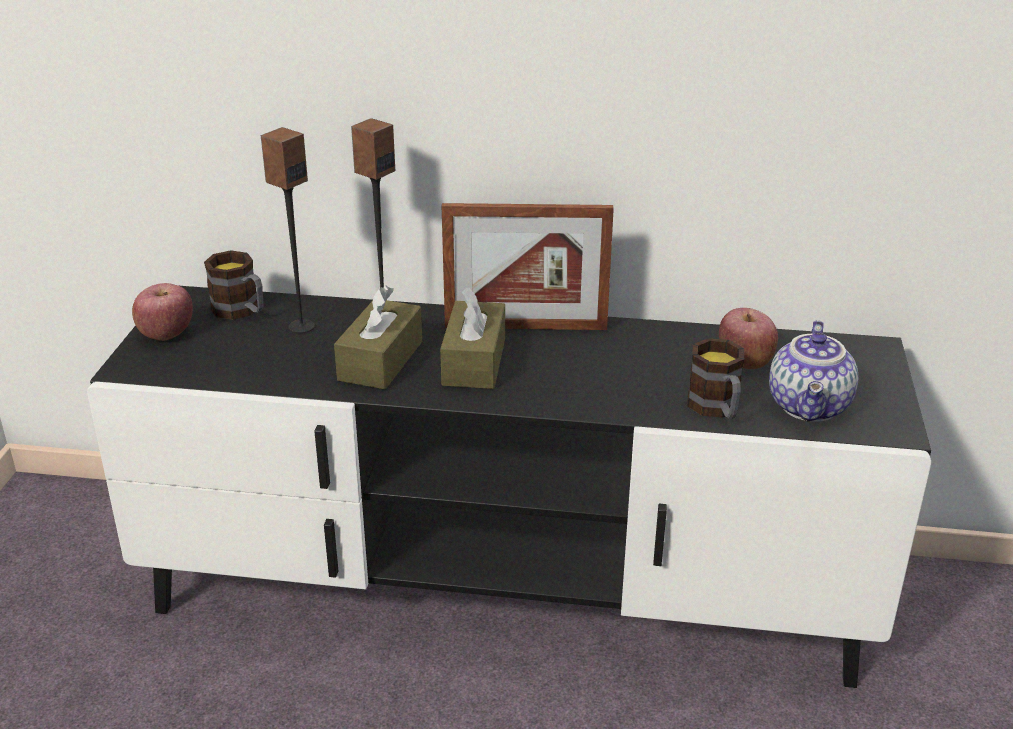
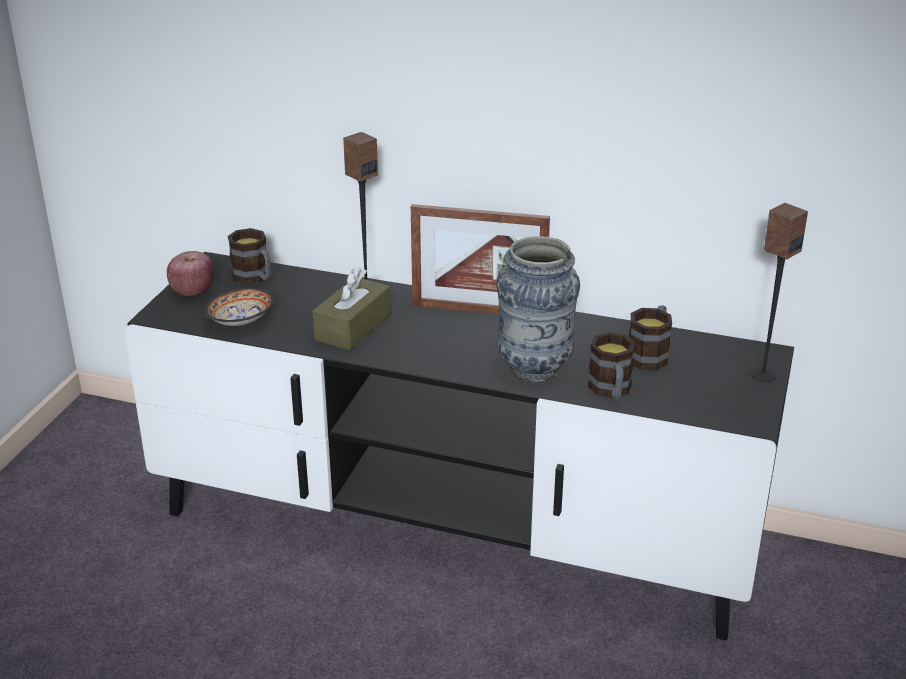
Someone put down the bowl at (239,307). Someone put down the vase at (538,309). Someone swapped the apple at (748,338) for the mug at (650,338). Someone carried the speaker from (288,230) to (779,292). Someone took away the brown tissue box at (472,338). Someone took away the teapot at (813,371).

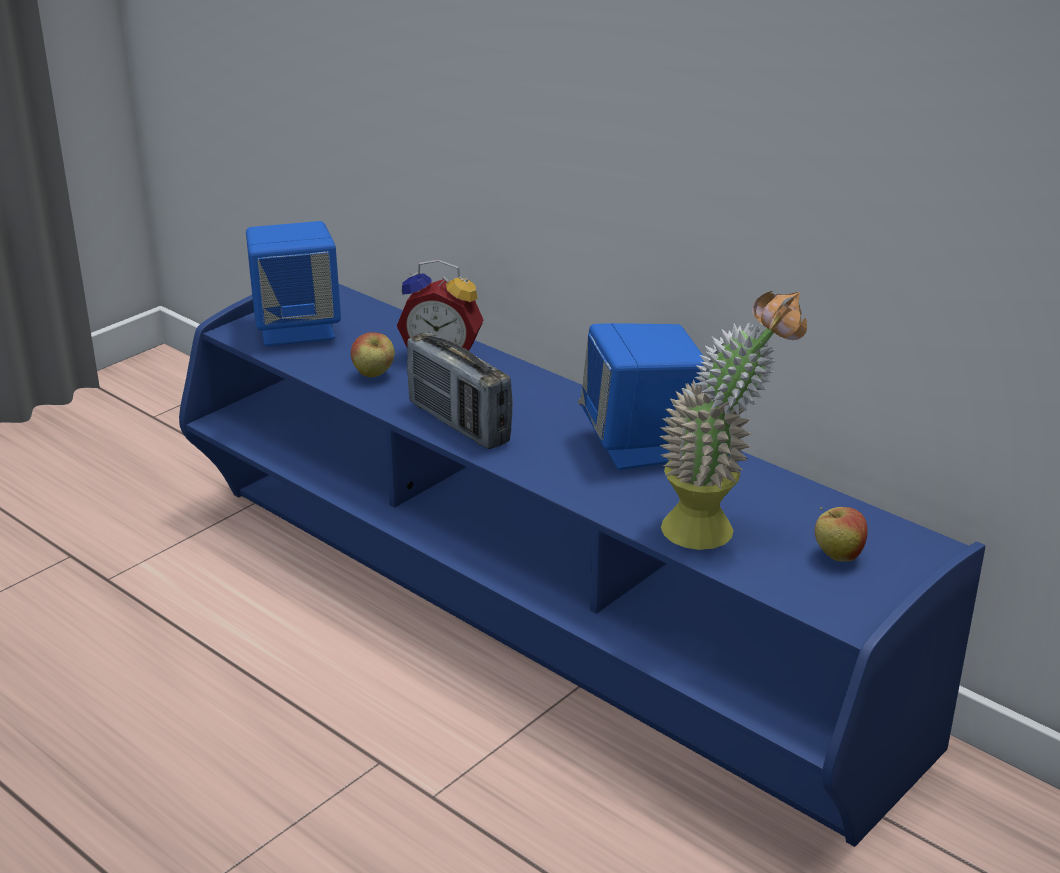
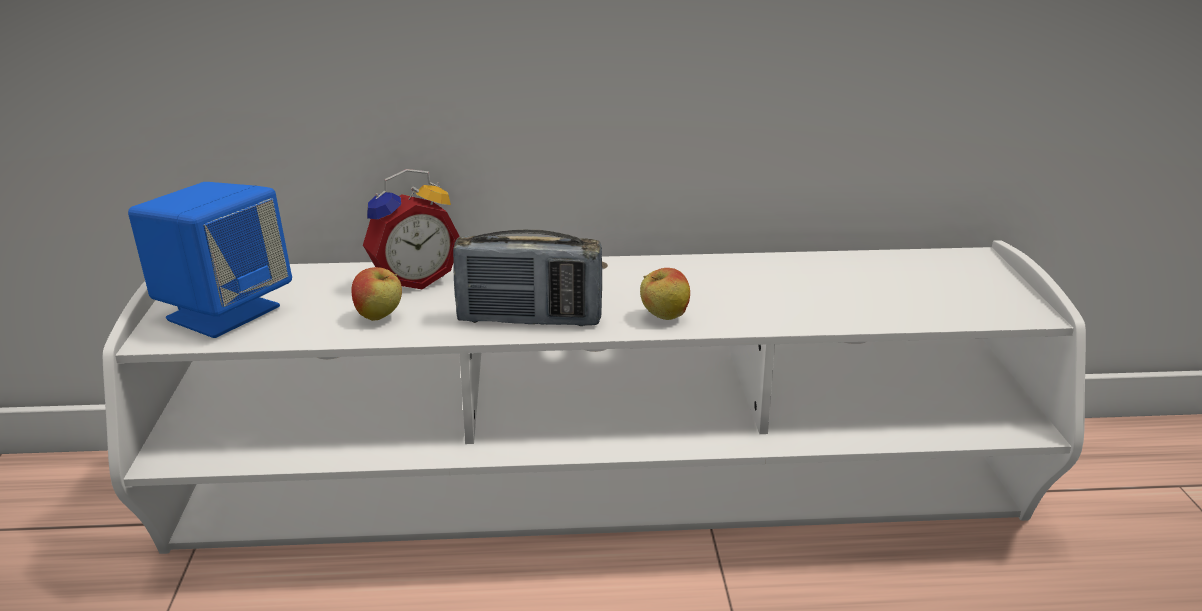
Someone repainted the blue tv stand at (582,565), which became the white tv stand at (594,397). Someone carried the apple from (841,534) to (665,294). Someone took away the blue speaker at (644,396). Someone took away the potted plant at (733,420).

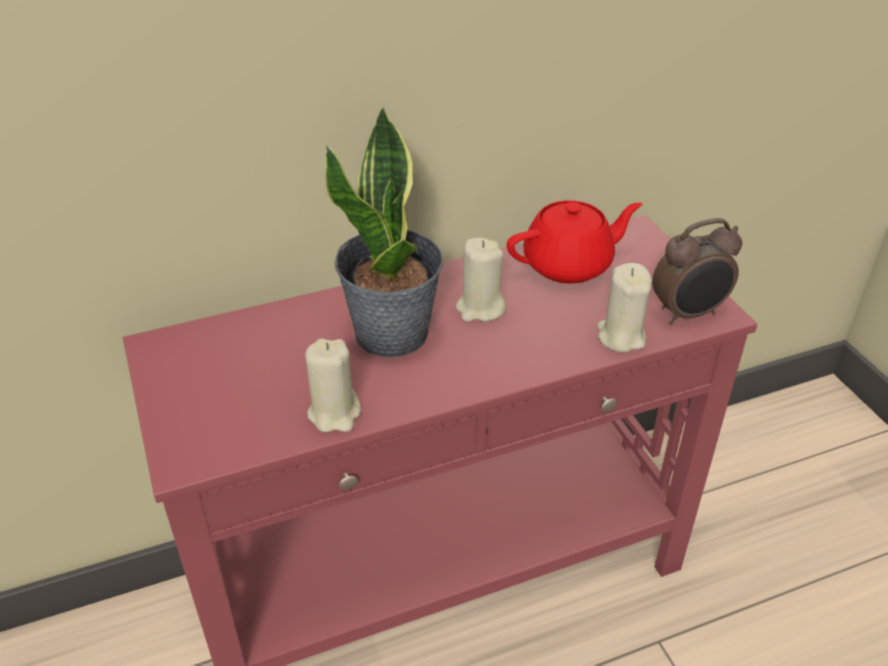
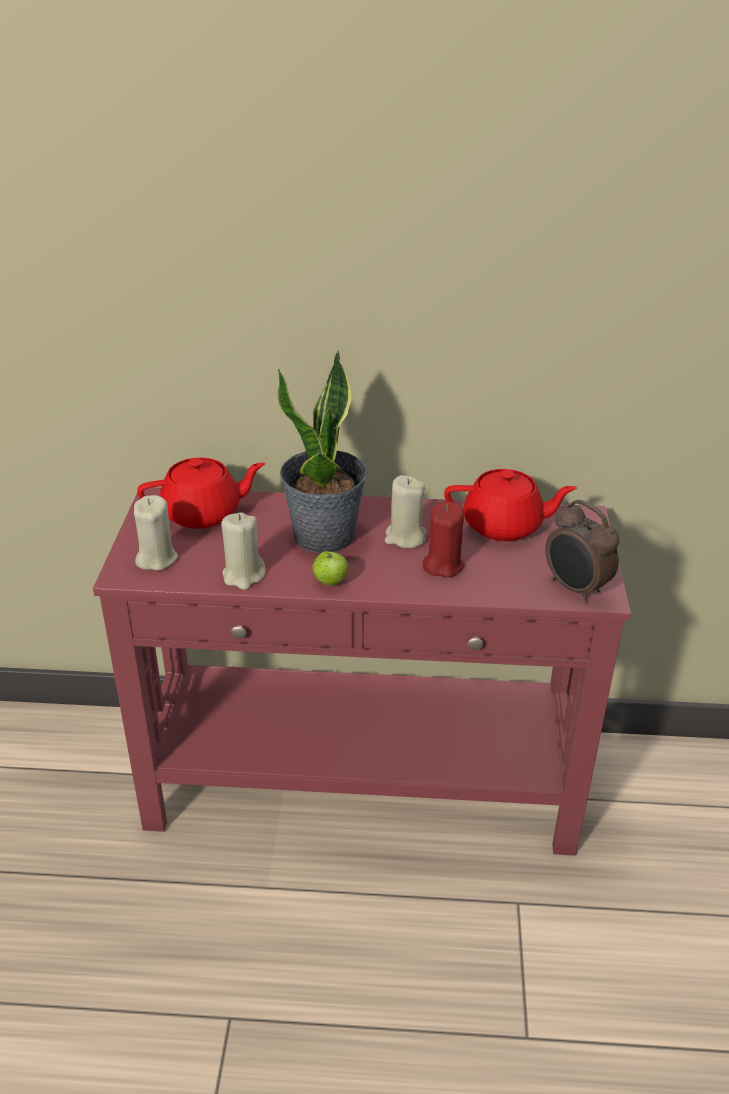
Someone carried the beige candle from (624,307) to (156,533). Someone put down the red teapot at (201,493). Someone put down the apple at (330,568). Someone put down the red candle at (443,540). Someone rotated the alarm clock at (697,271) by 45 degrees clockwise.

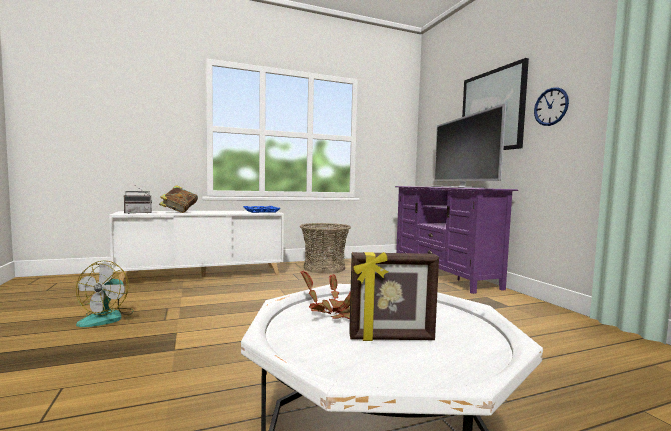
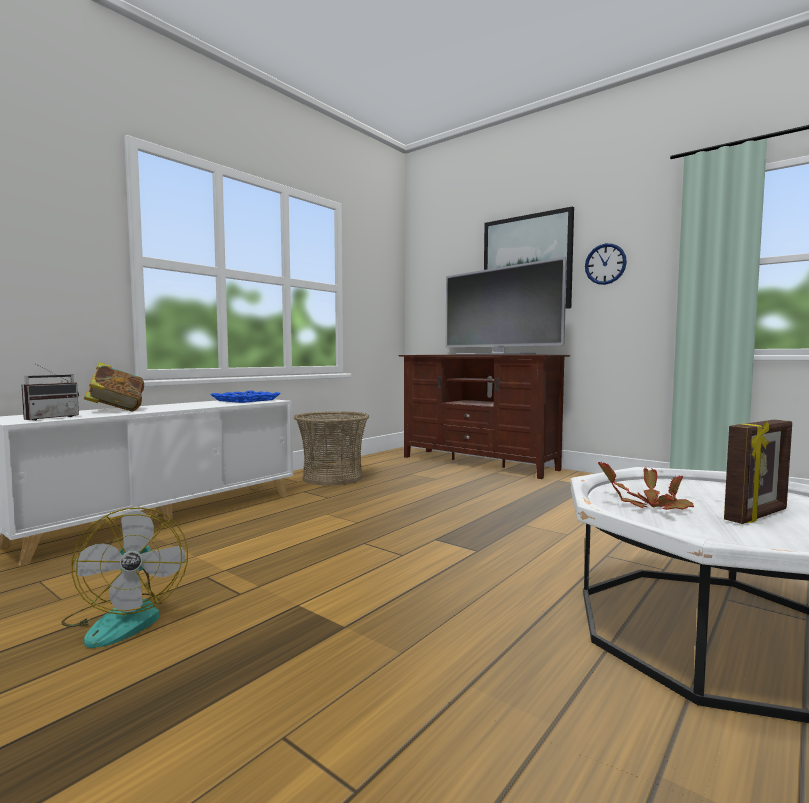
Someone repainted the purple tv stand at (456,240), which became the brown tv stand at (484,417).

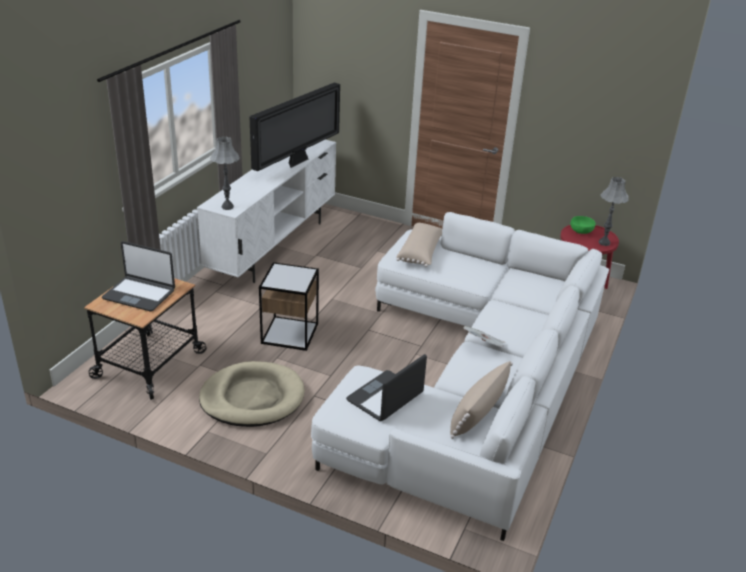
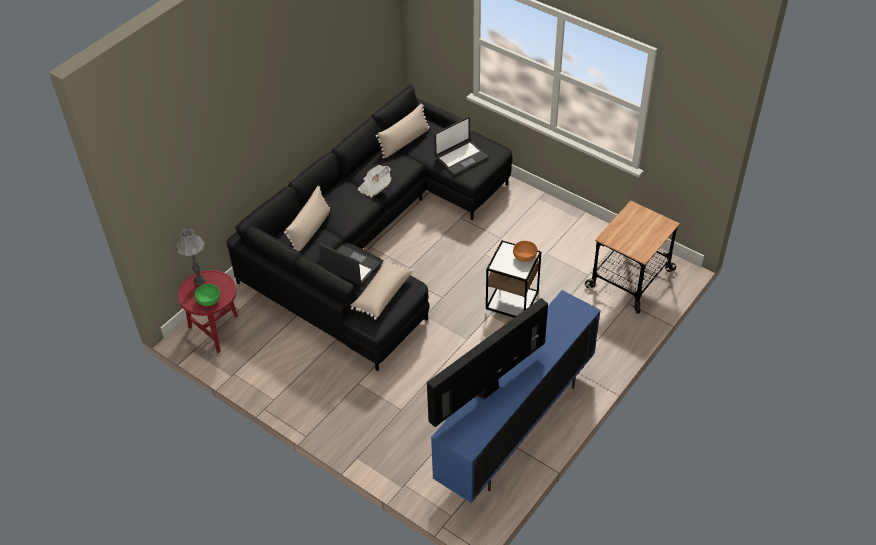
Someone repainted the white sofa at (460,376), which became the black sofa at (369,228). Someone put down the beige pillow at (307,219). Someone carried the laptop from (138,276) to (349,264). Someone repainted the white tv stand at (266,211), which became the blue tv stand at (516,396). Someone put down the orange bowl at (525,251). Someone took away the beige dog bed at (252,394). Someone took away the grey table lamp at (225,173).

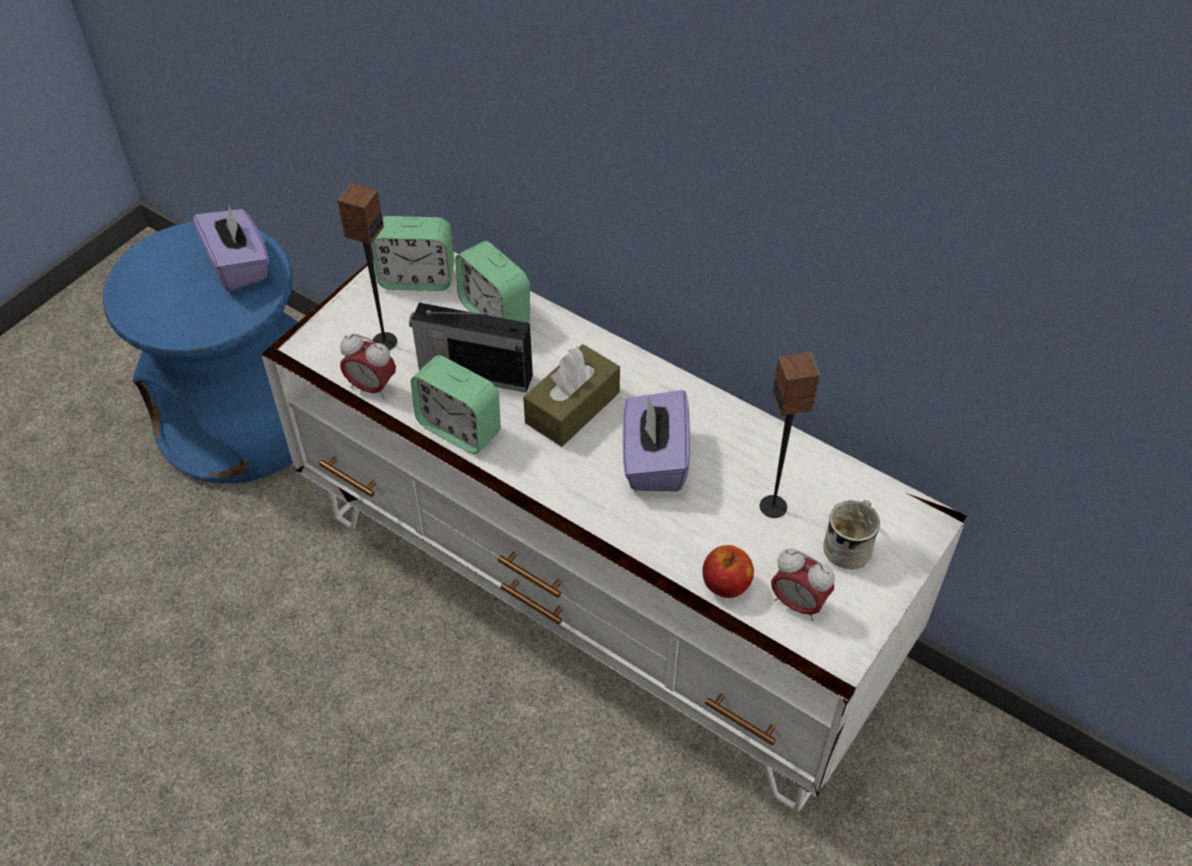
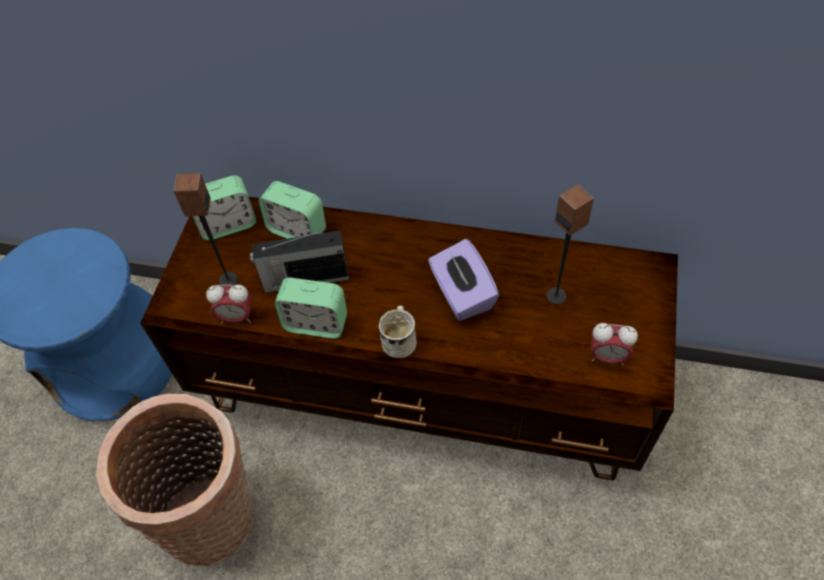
Someone put down the basket at (174,480). Someone repainted the white tv stand at (614,531), which became the brown tv stand at (409,339). Someone carried the white mug from (851,534) to (397,332). Someone took away the purple tissue box at (231,248). Someone took away the brown tissue box at (571,395). Someone took away the apple at (728,571).

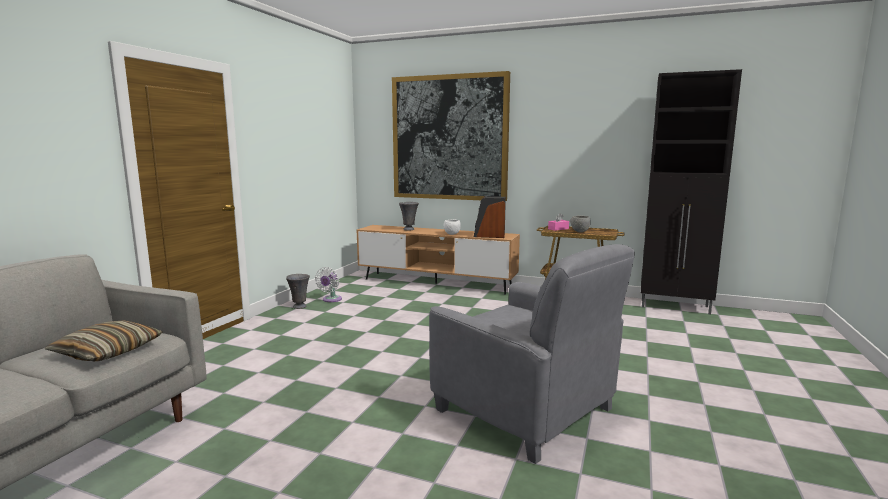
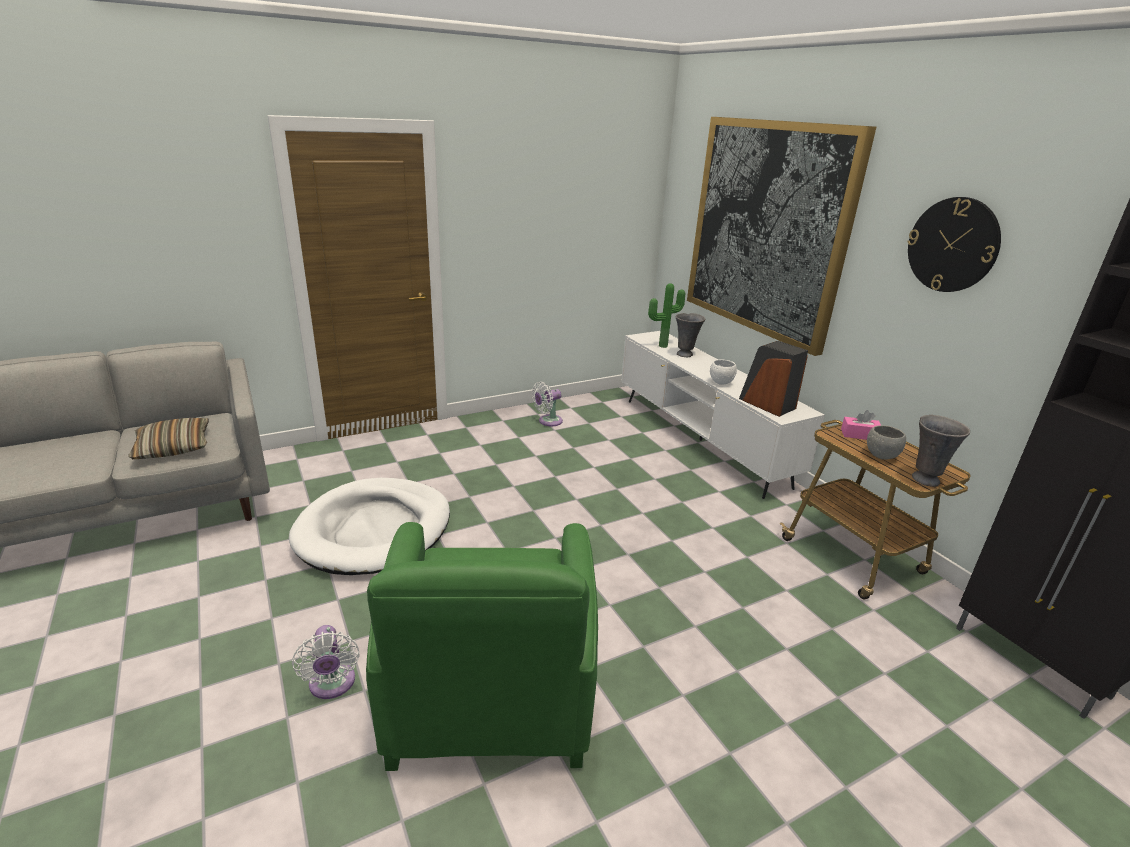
Someone put down the white dog bed at (369,526). Someone put down the white fan at (326,662). Someone repainted the grey armchair at (532,354), which became the green armchair at (482,646). Someone repainted the brown tv stand at (438,260), which became the white tv stand at (723,415). Someone put down the potted plant at (666,315). Someone put up the wall clock at (954,244). Someone carried the grey vase from (298,291) to (941,451).

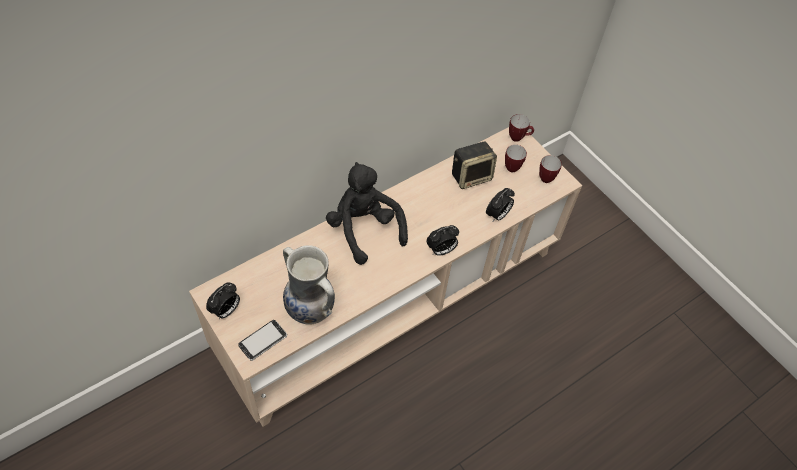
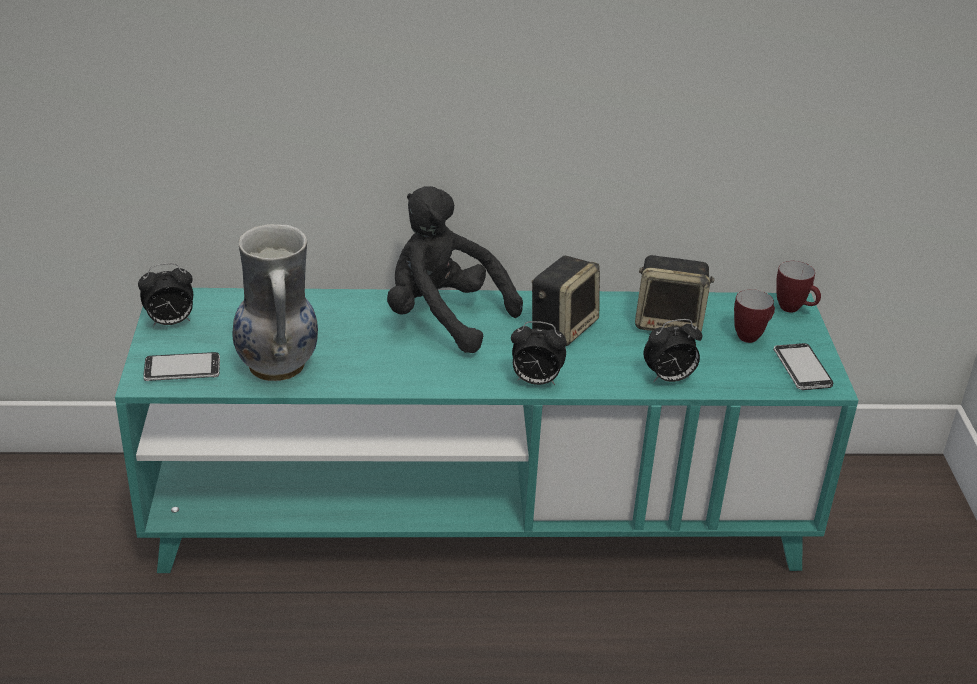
Someone repainted the beige tv stand at (385,277), which became the turquoise tv stand at (487,430). Someone rotated the black plush toy at (367,213) by 60 degrees counterclockwise. Someone put down the speaker at (566,301). Someone swapped the mug at (550,169) for the phone at (803,366).

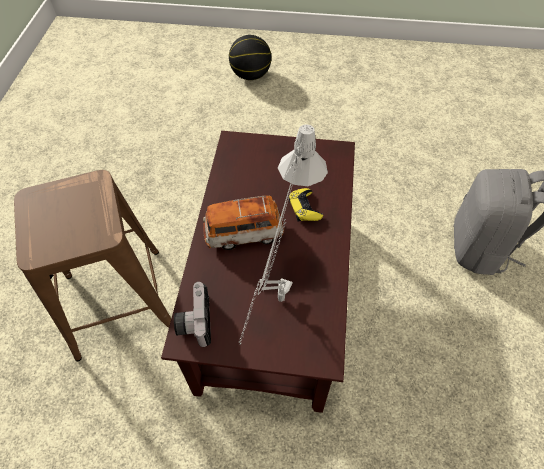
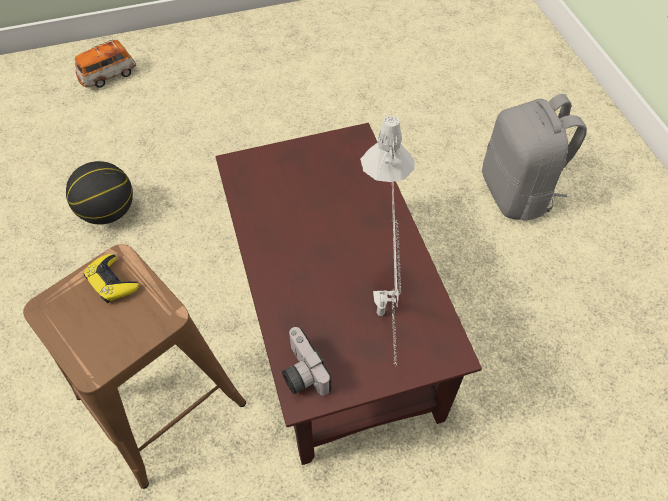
Someone carried the basketball from (250,57) to (99,193). Someone carried the toy car from (243,223) to (105,63). Someone carried the yellow game controller from (305,205) to (111,278).

